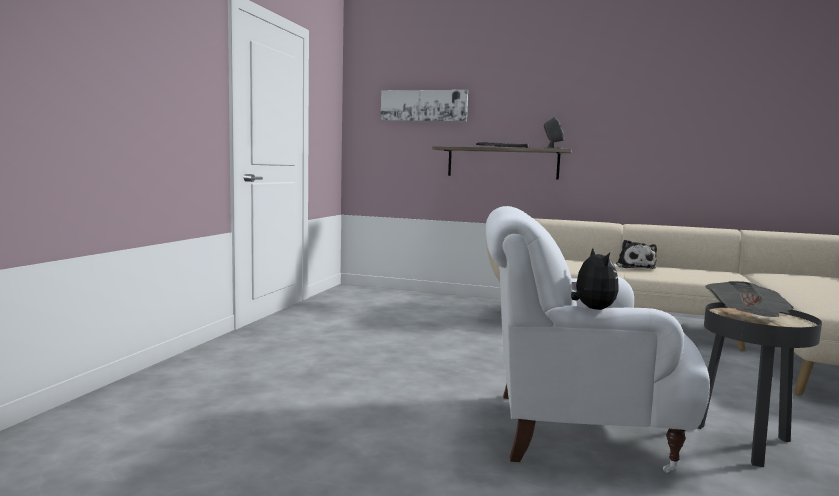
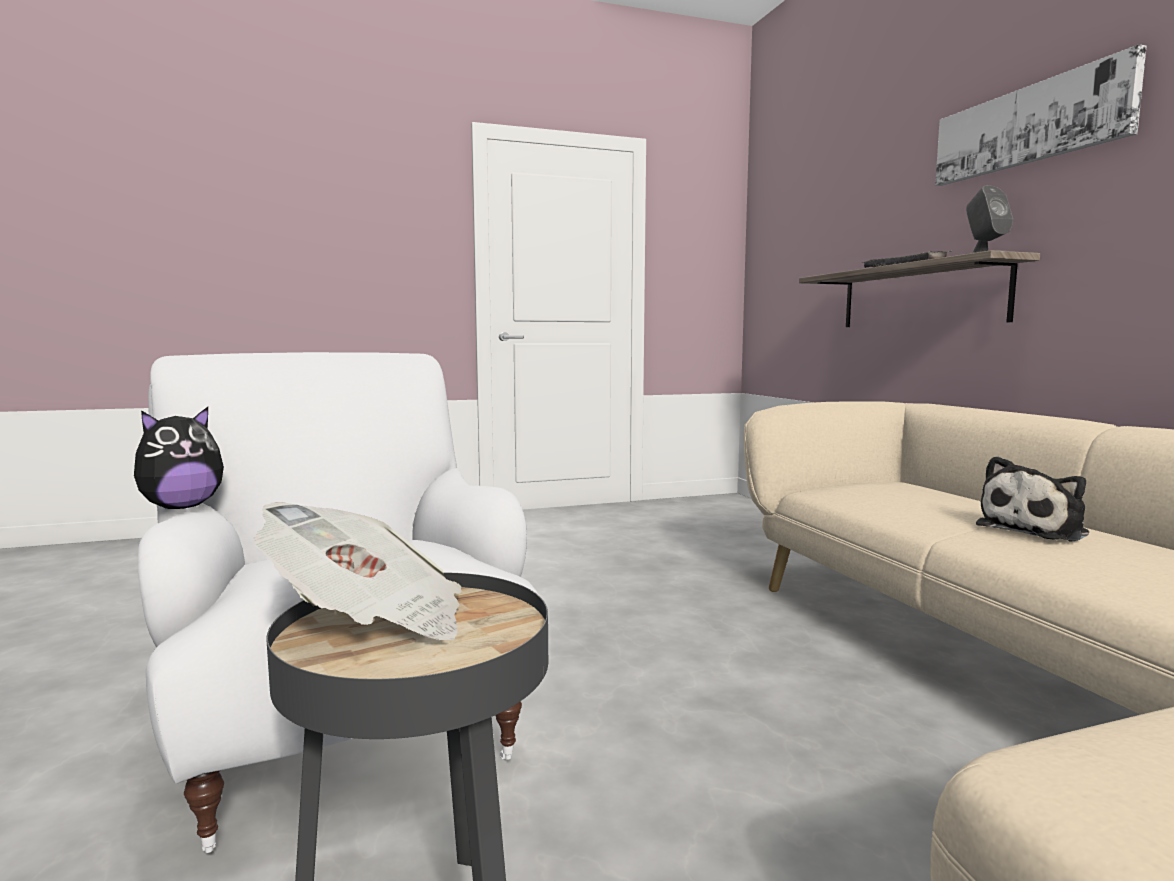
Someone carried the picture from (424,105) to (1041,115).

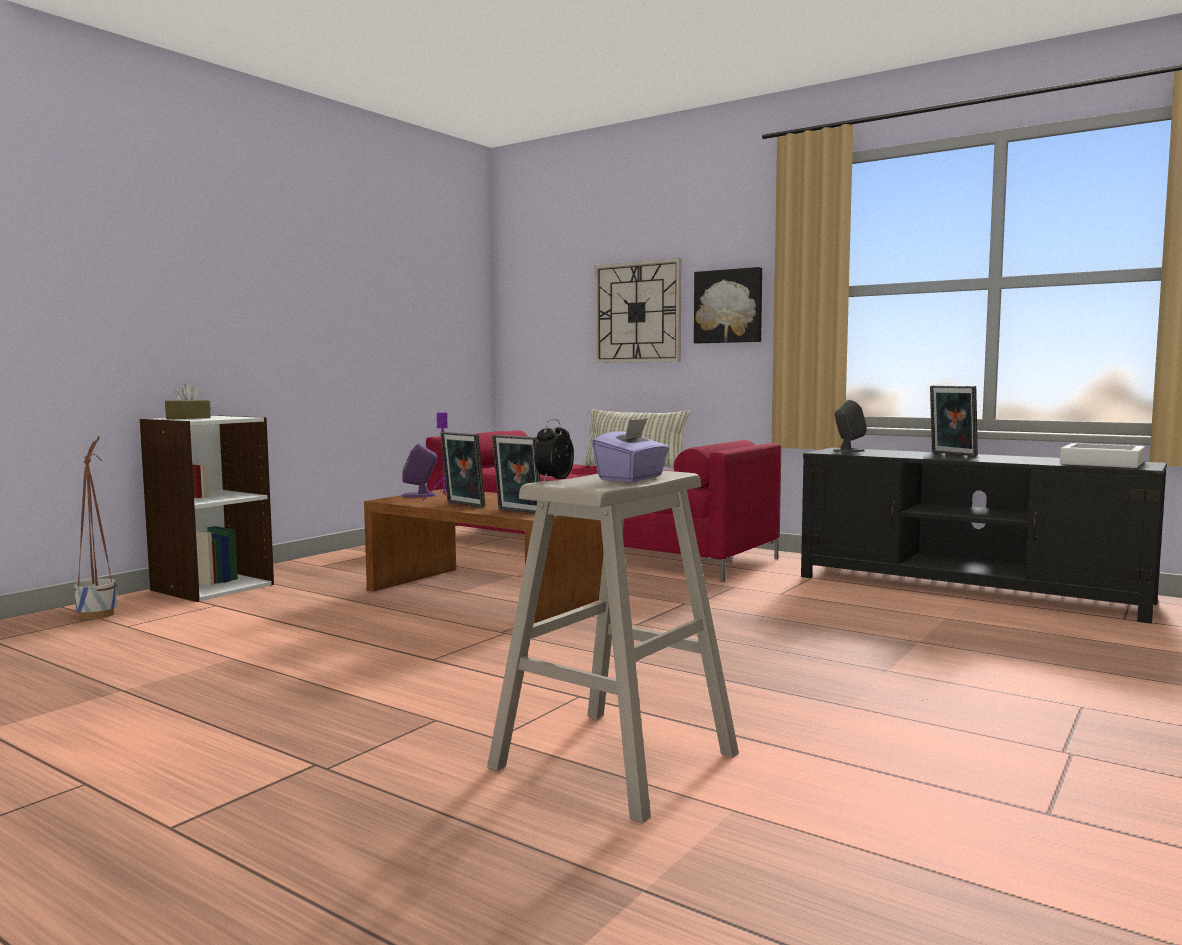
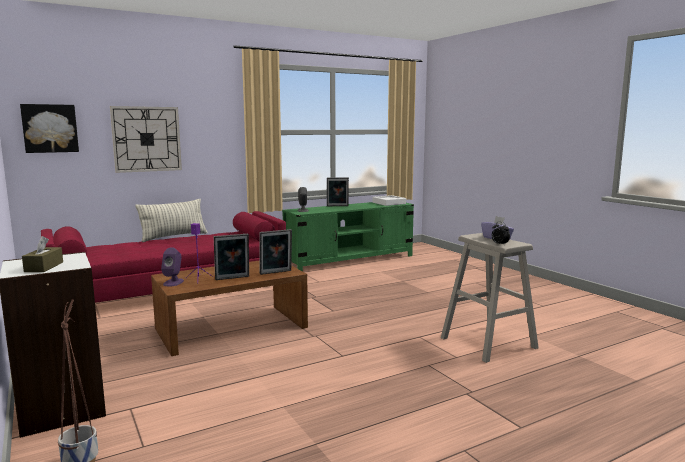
Someone carried the picture from (728,305) to (49,128). Someone repainted the black tv stand at (984,536), which became the green tv stand at (348,236).

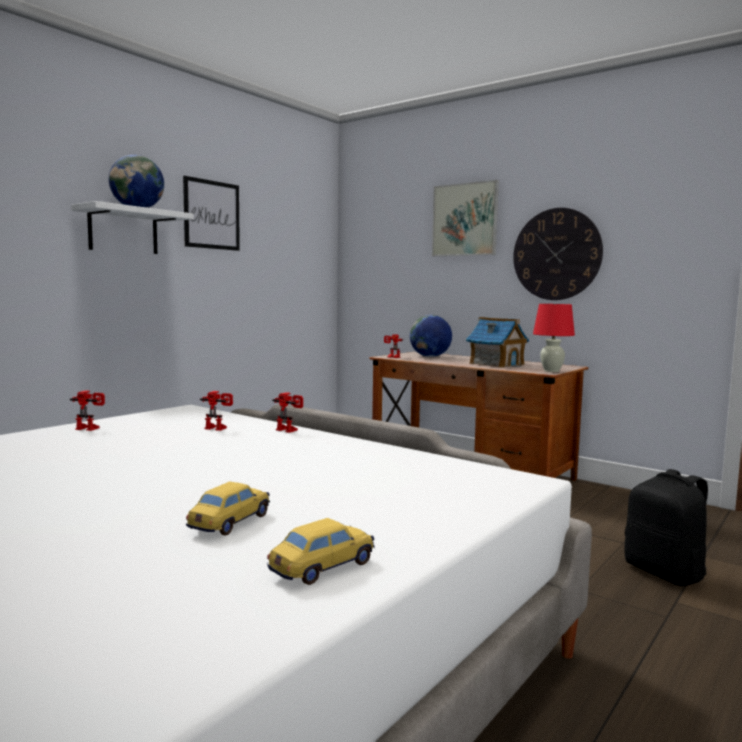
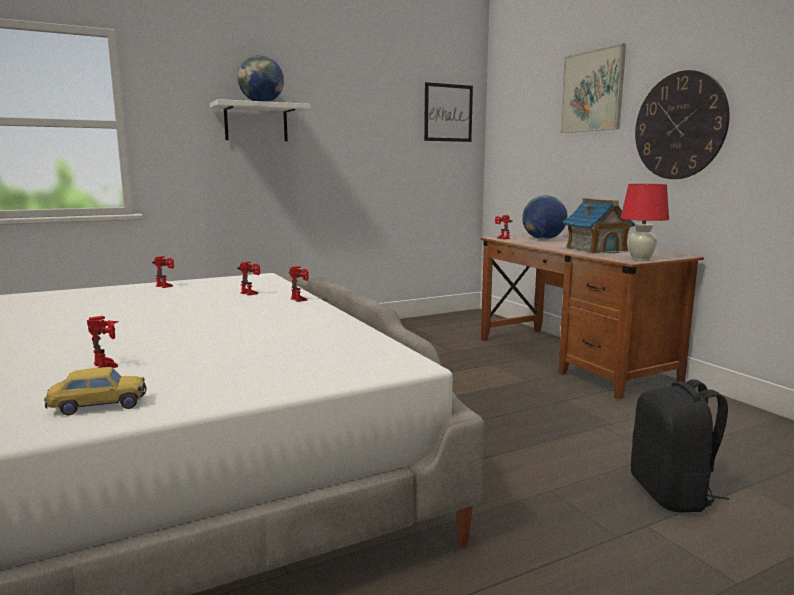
Someone swapped the toy car at (228,508) for the toy robot at (103,342). Someone carried the picture from (211,213) to (448,112).

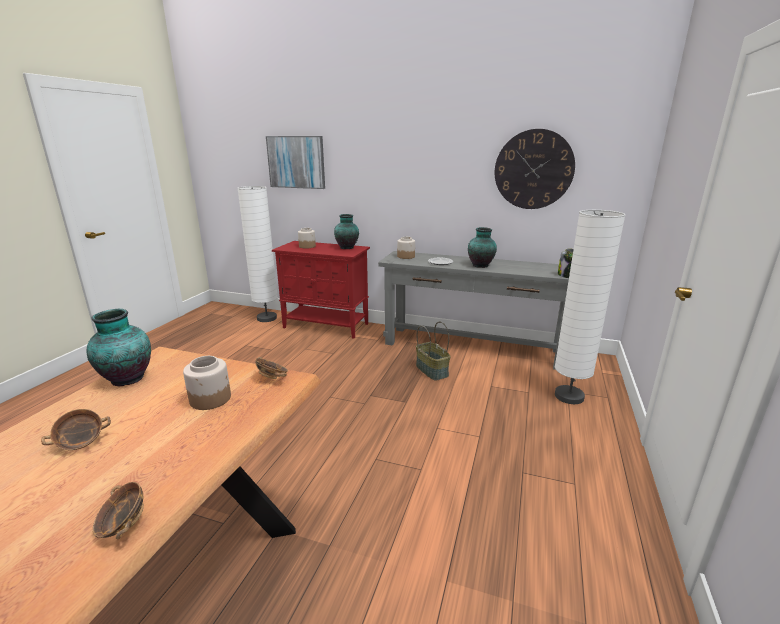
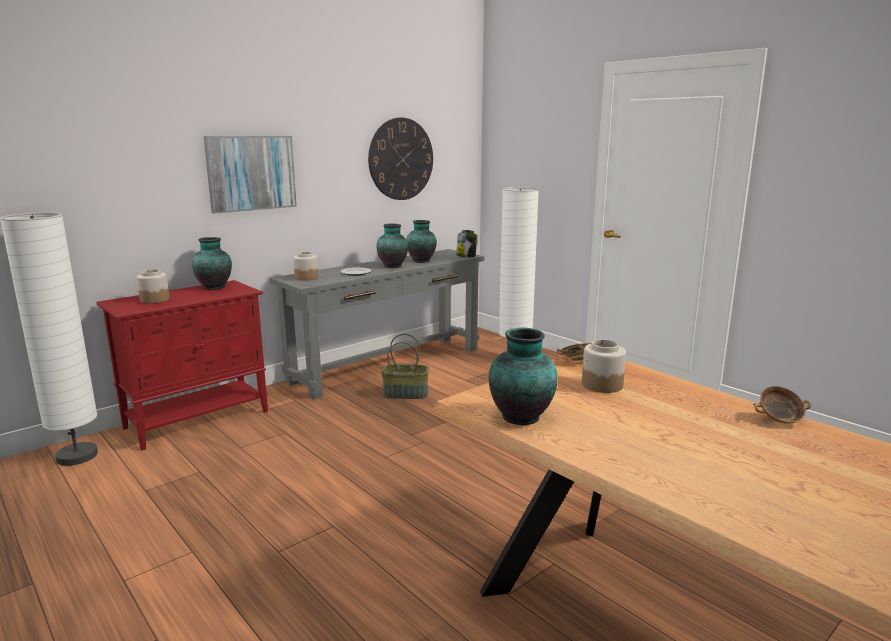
Someone carried the picture from (295,162) to (250,175). Someone put down the vase at (422,241). Someone took away the bowl at (76,429).

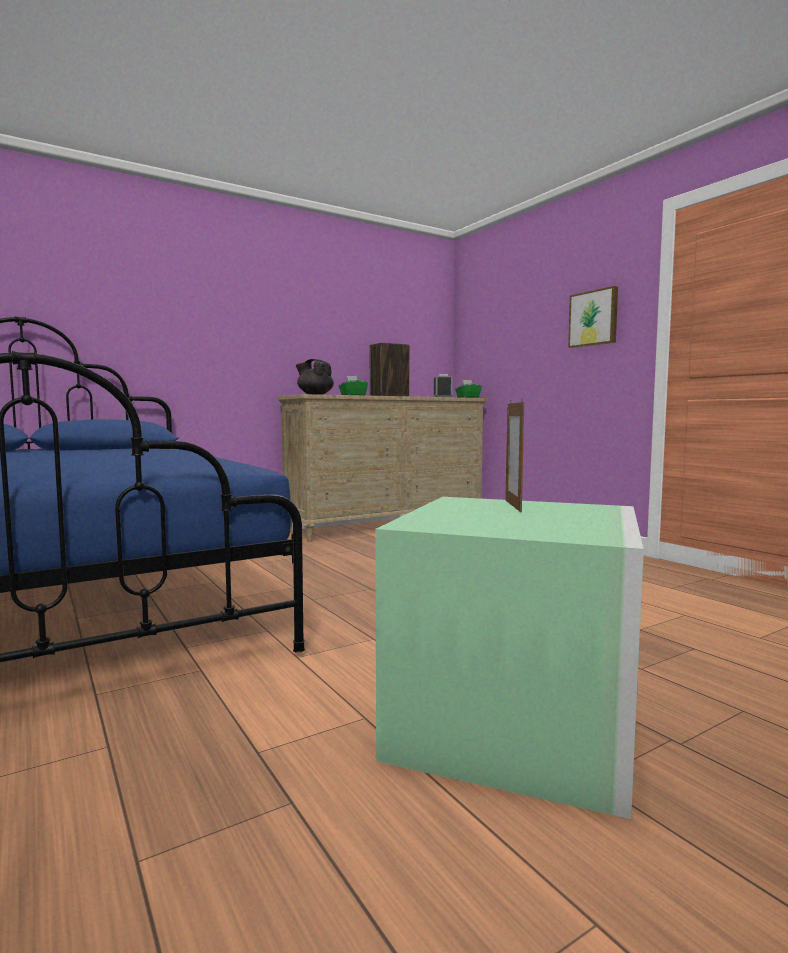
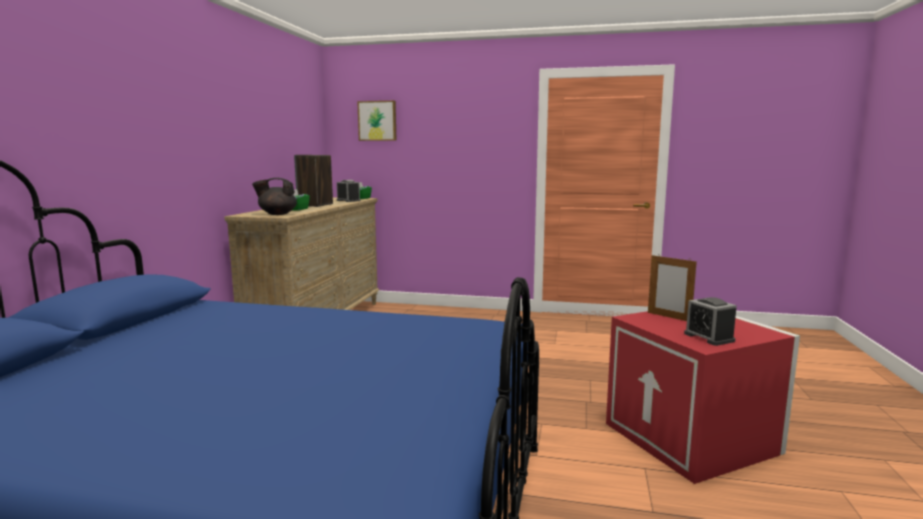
Someone carried the picture from (593,317) to (376,121). Someone repainted the green storage box at (509,658), which became the red storage box at (703,397). Someone put down the alarm clock at (710,321).

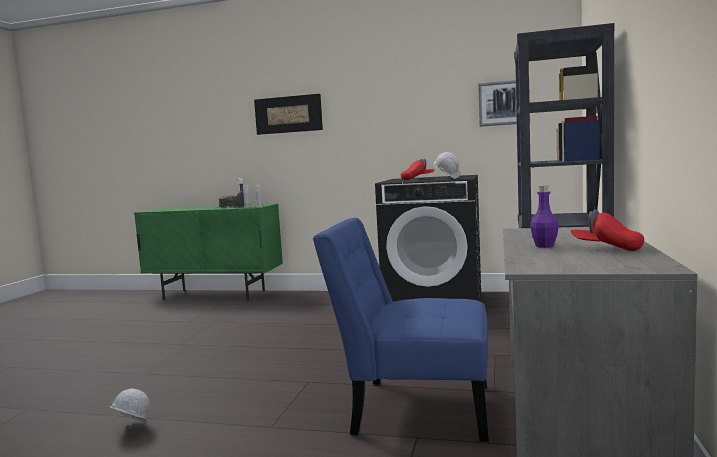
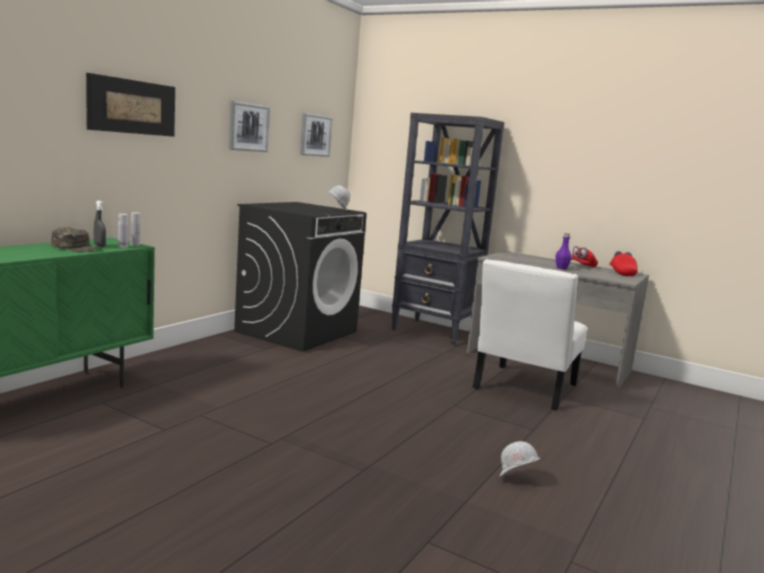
Someone put up the picture at (249,126). Someone repainted the blue chair at (401,330), which became the white chair at (529,334). Someone carried the red cap from (418,169) to (623,263).

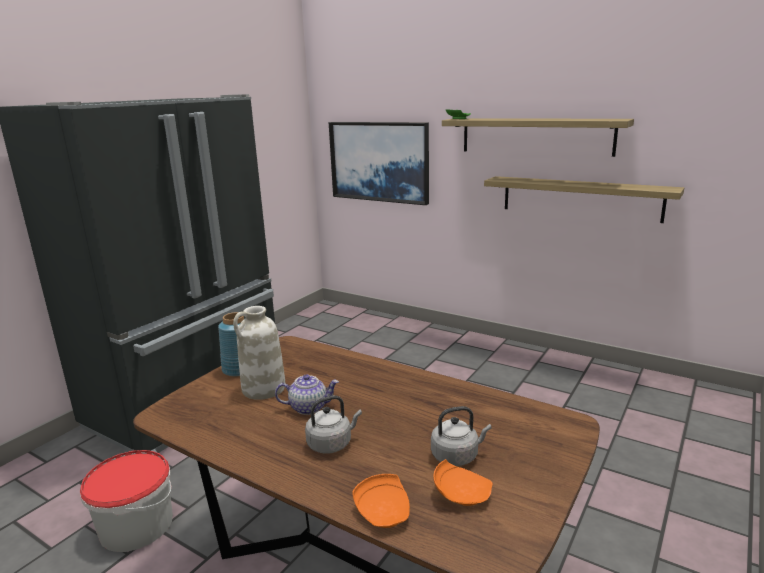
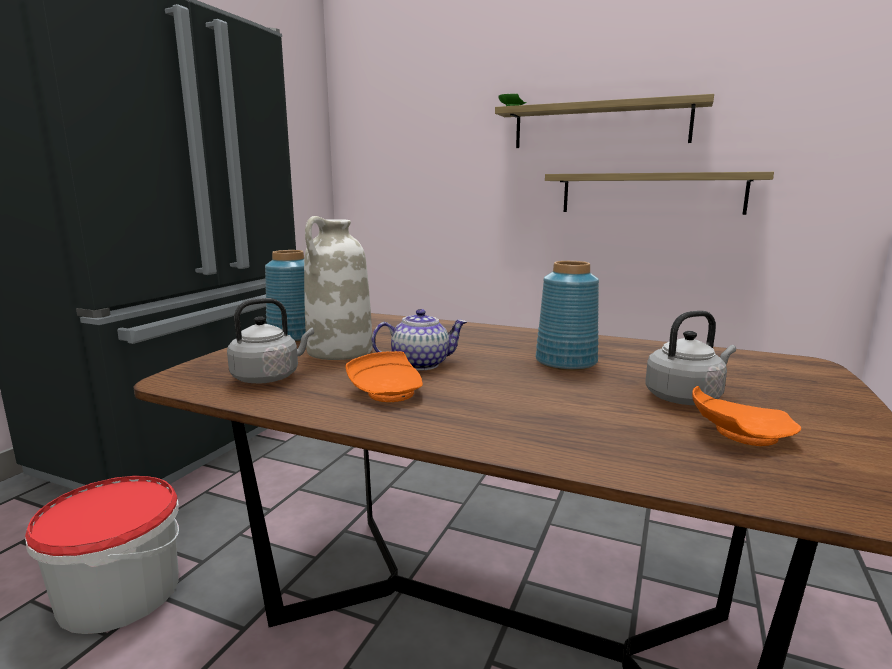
Someone carried the grey kettle from (333,424) to (270,340). Someone carried the orange plate from (381,501) to (384,376). Someone put down the blue vase at (567,316). Someone took away the picture at (379,163).

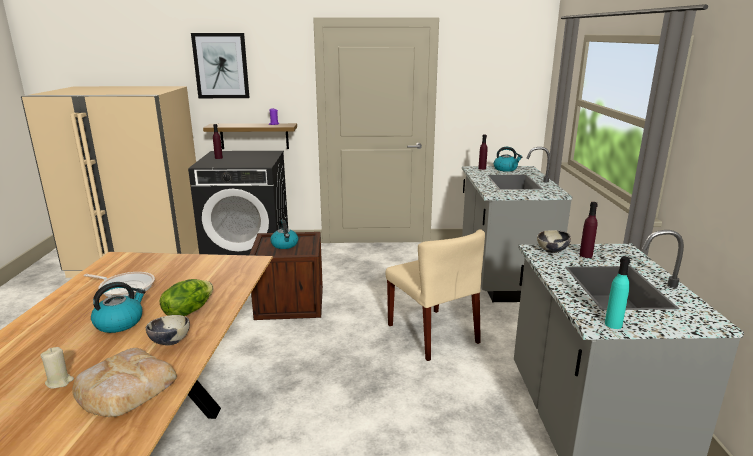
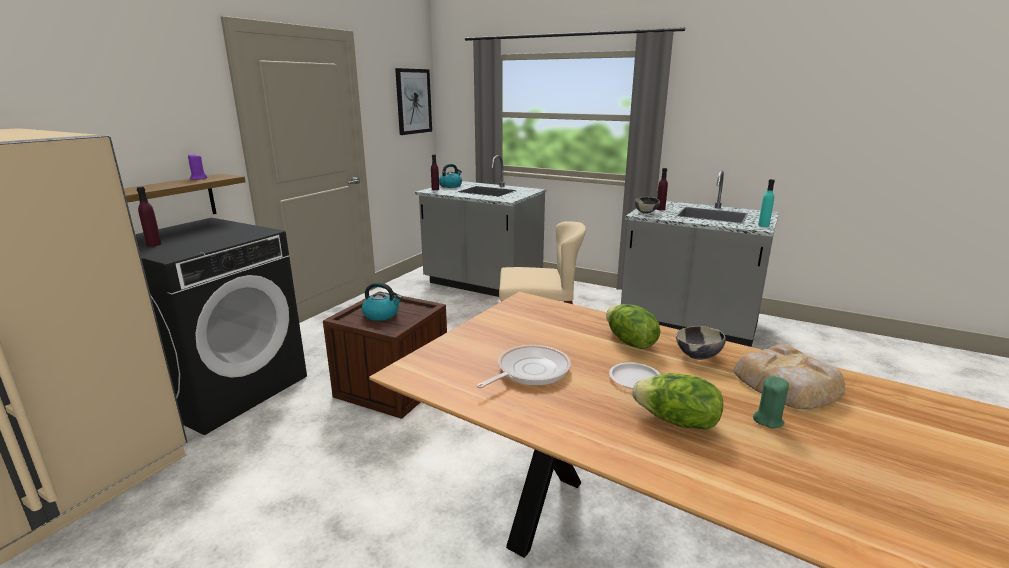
Someone carried the picture from (220,65) to (413,101). Someone swapped the kettle at (118,307) for the white plate at (634,376). Someone put down the lettuce at (677,401). Someone repainted the beige candle at (57,368), which became the green candle at (771,402).

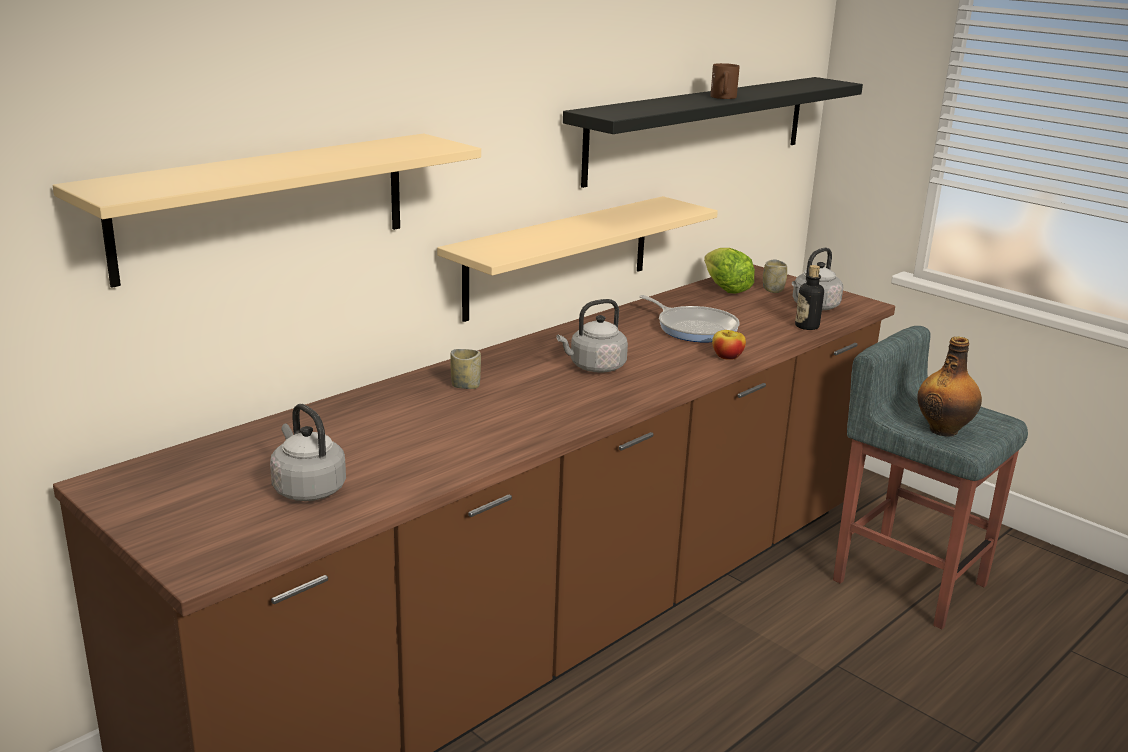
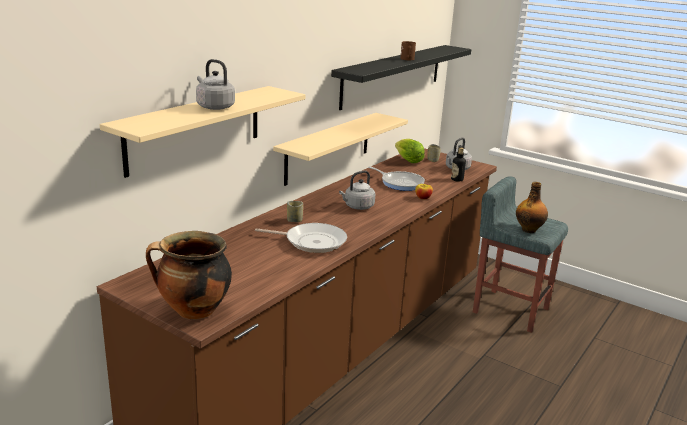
Someone put down the cooking pot at (189,275). Someone carried the grey kettle from (308,452) to (215,84). Someone put down the frying pan at (301,238).

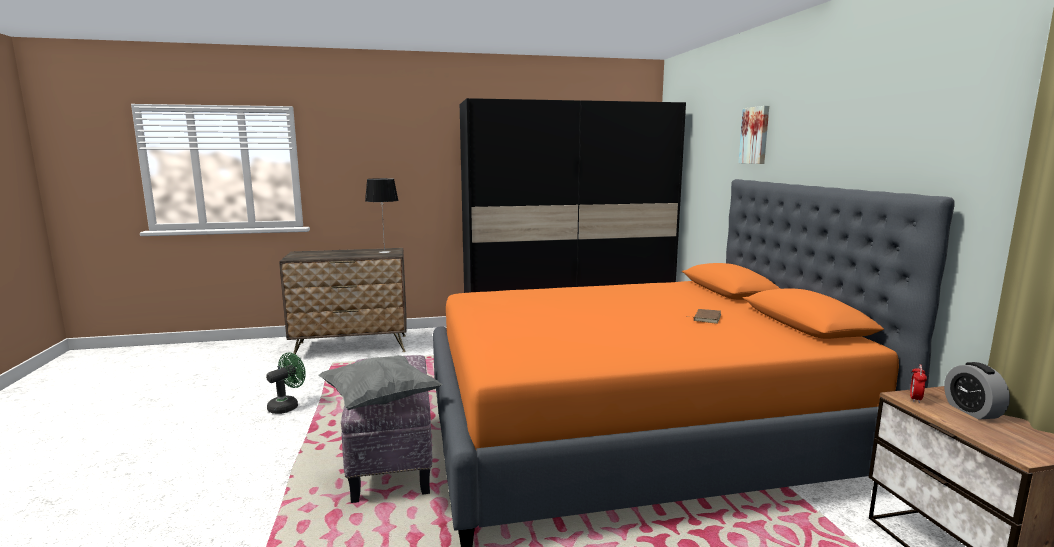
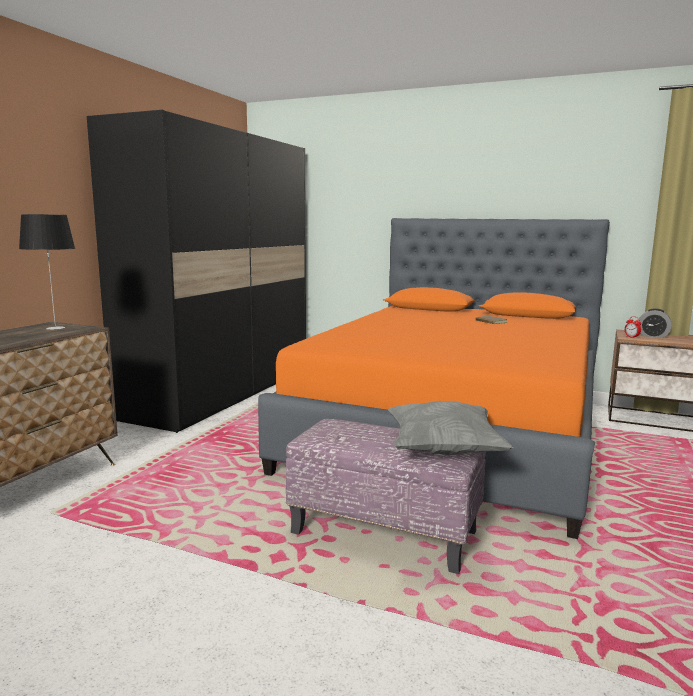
Someone took away the green fan at (286,383). Someone took away the picture at (754,135).

